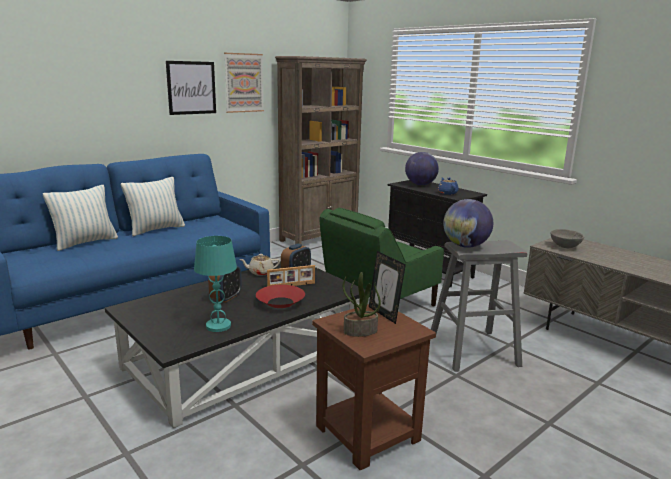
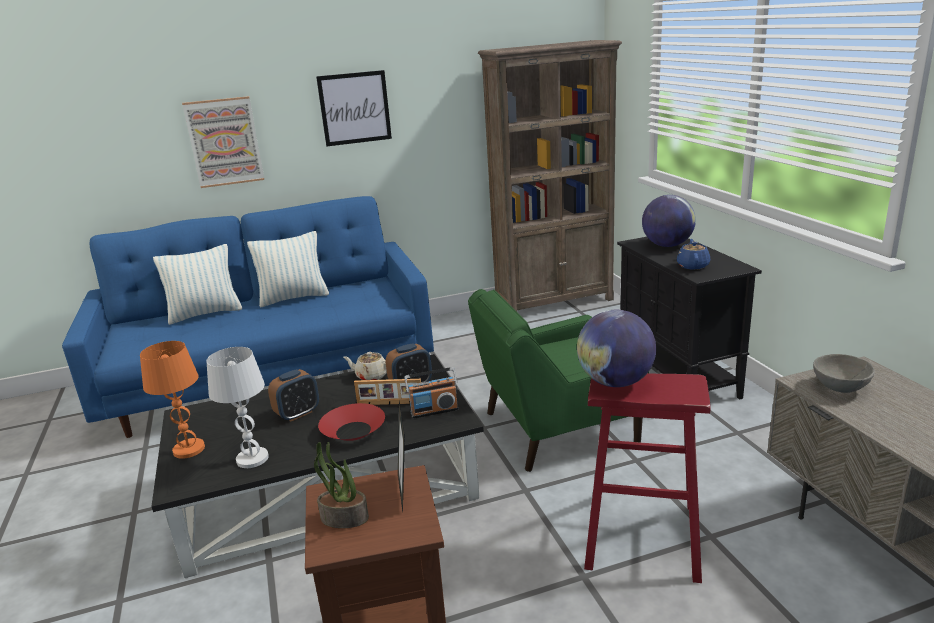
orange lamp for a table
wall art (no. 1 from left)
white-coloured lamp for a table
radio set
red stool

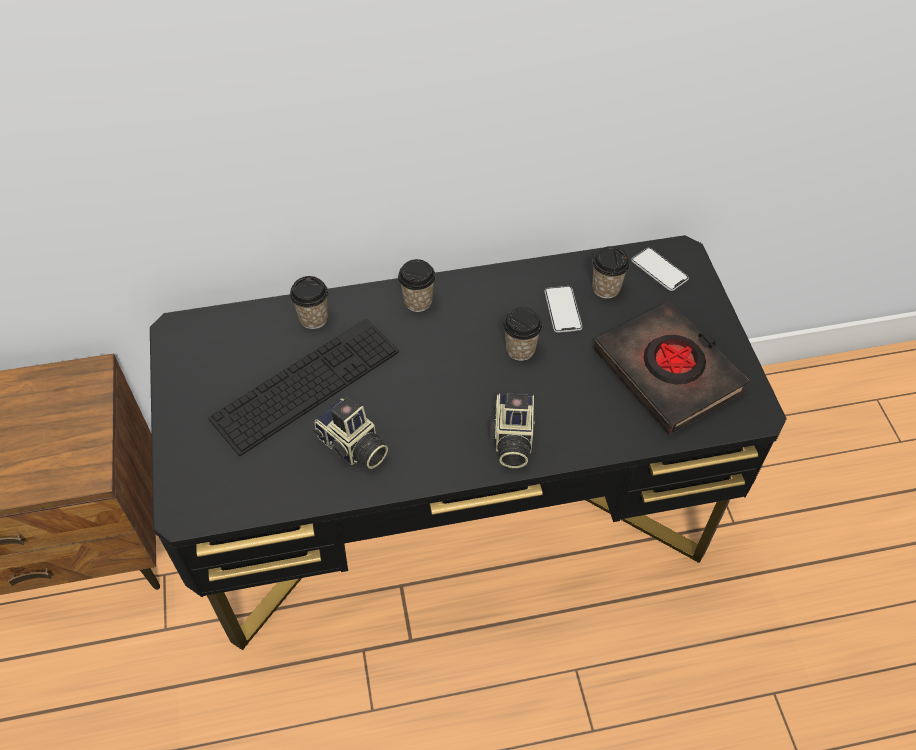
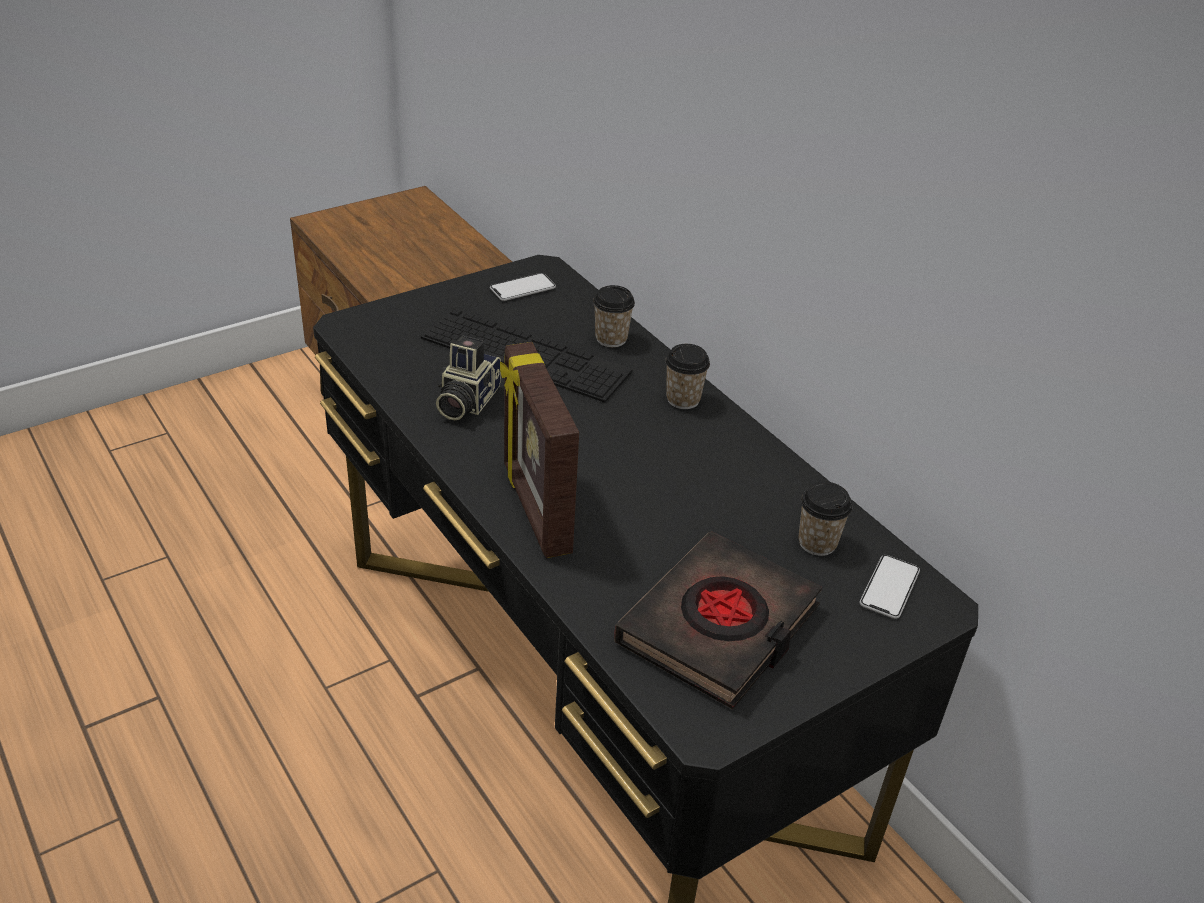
phone (no. 1 from left)
picture frame
small cup (no. 3 from left in the first image)

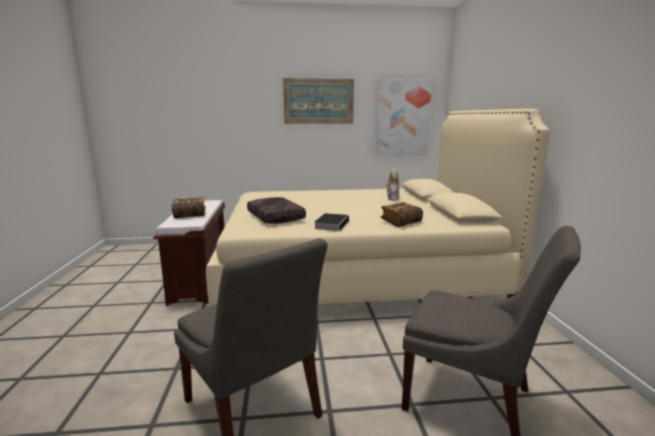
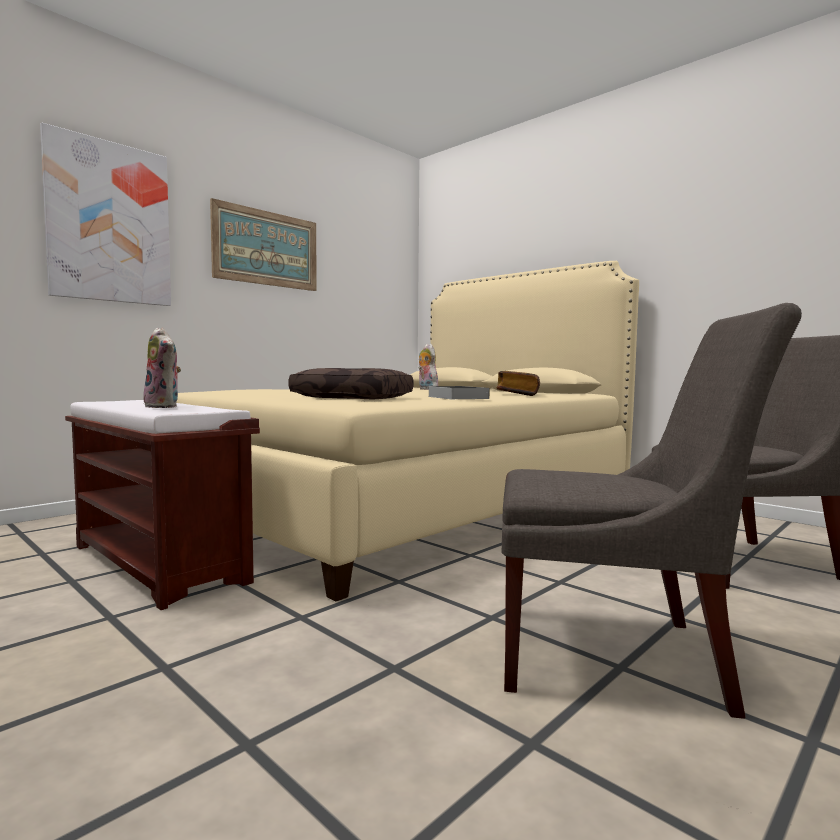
wall art (no. 1 from left)
soft toy (no. 1 from left)

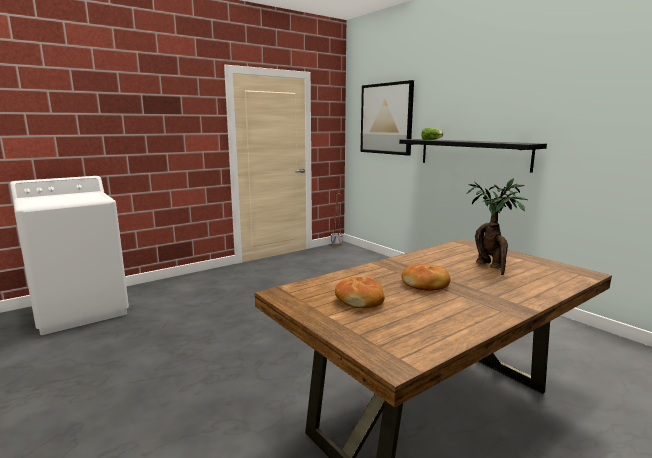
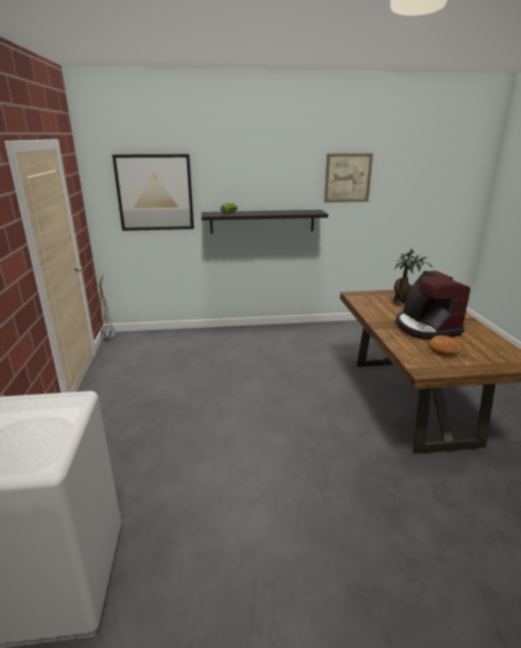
wall art (no. 2 from left)
coffee maker

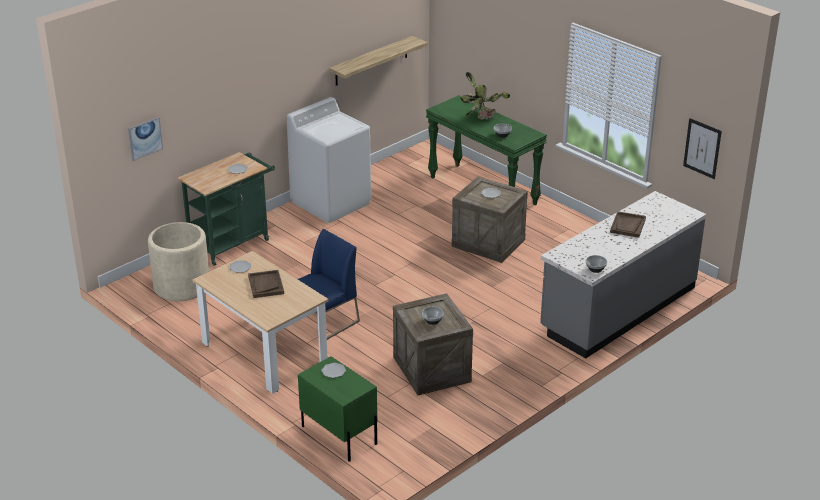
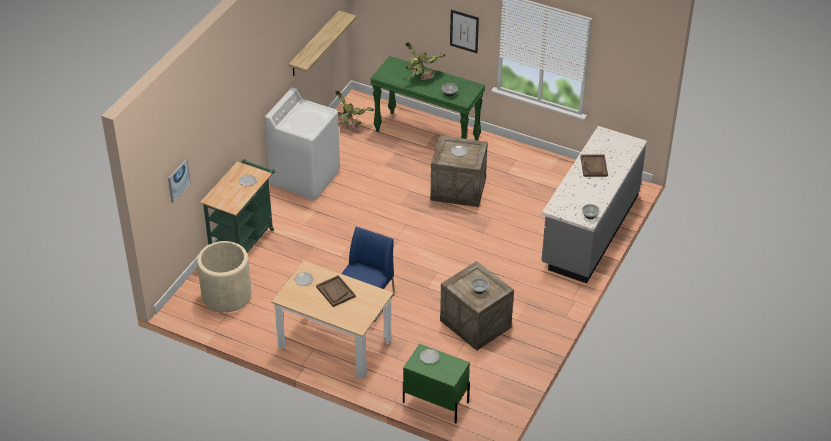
plant in a pot (no. 1 from left)
wall art (no. 2 from left)

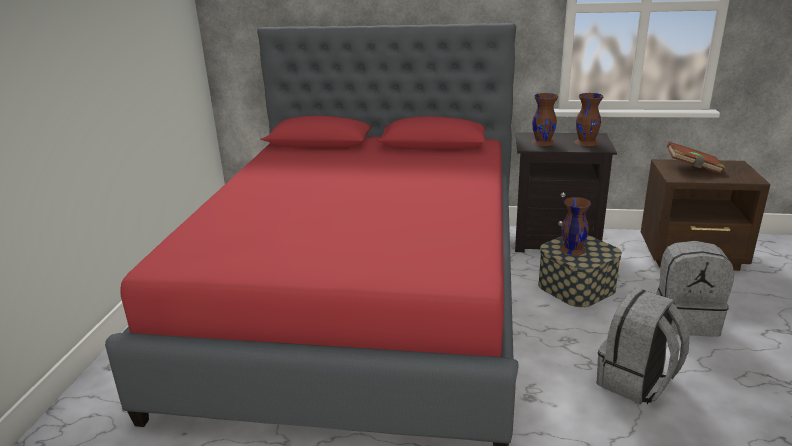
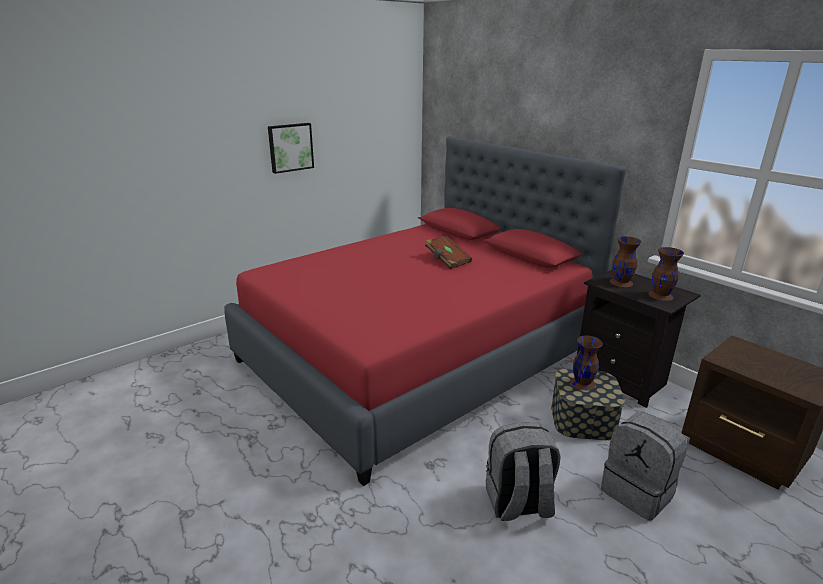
wall art
brown-coloured bound book

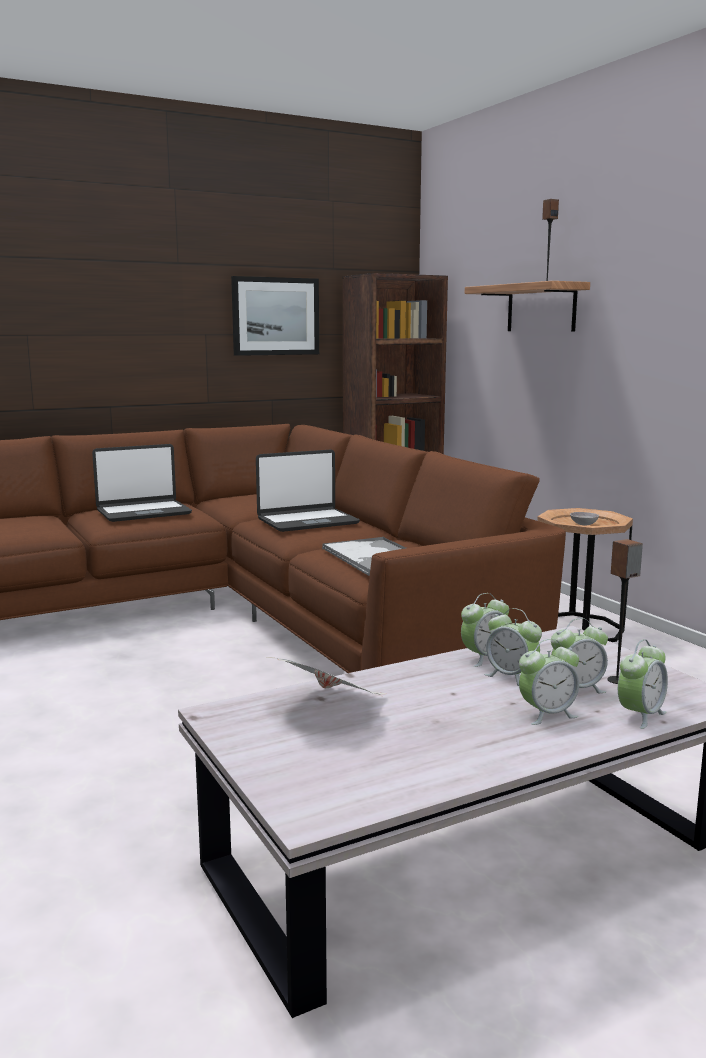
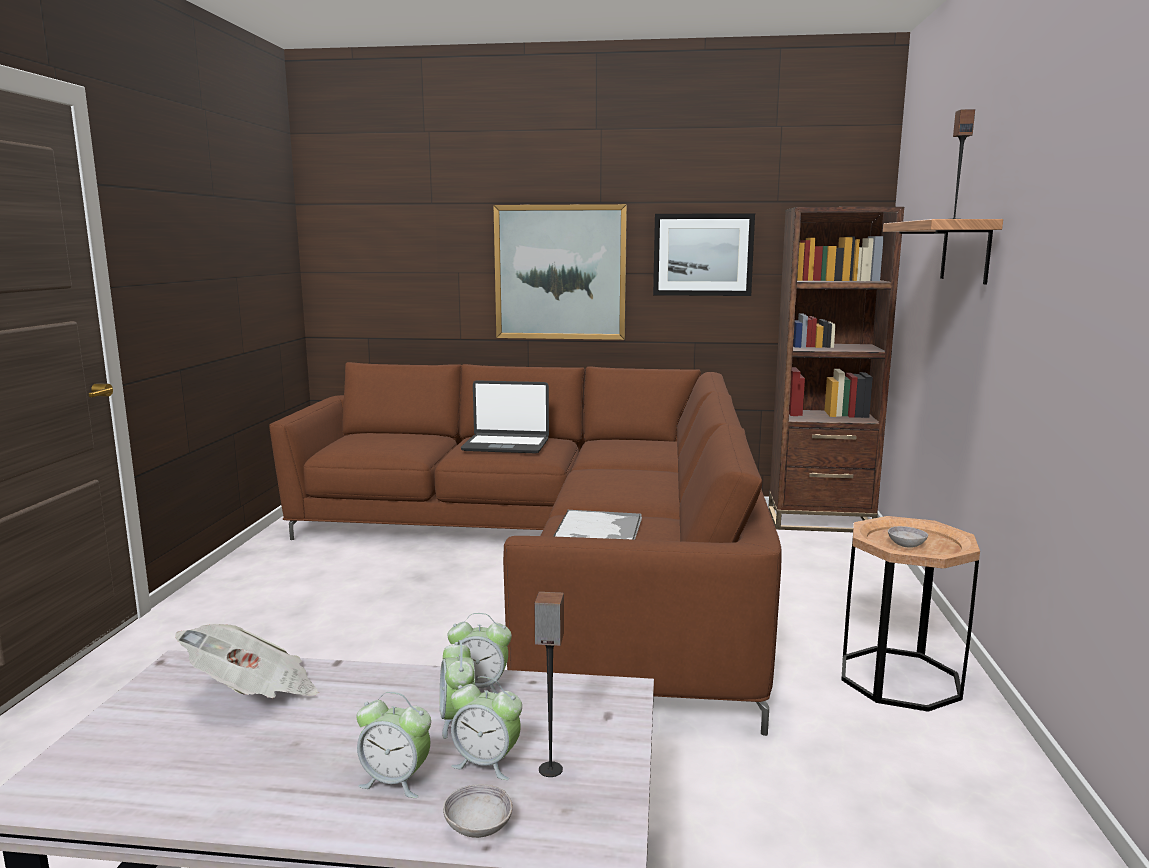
grey serving bowl (no. 1 from left)
wall art (no. 1 from left)
laptop (no. 2 from left in the first image)

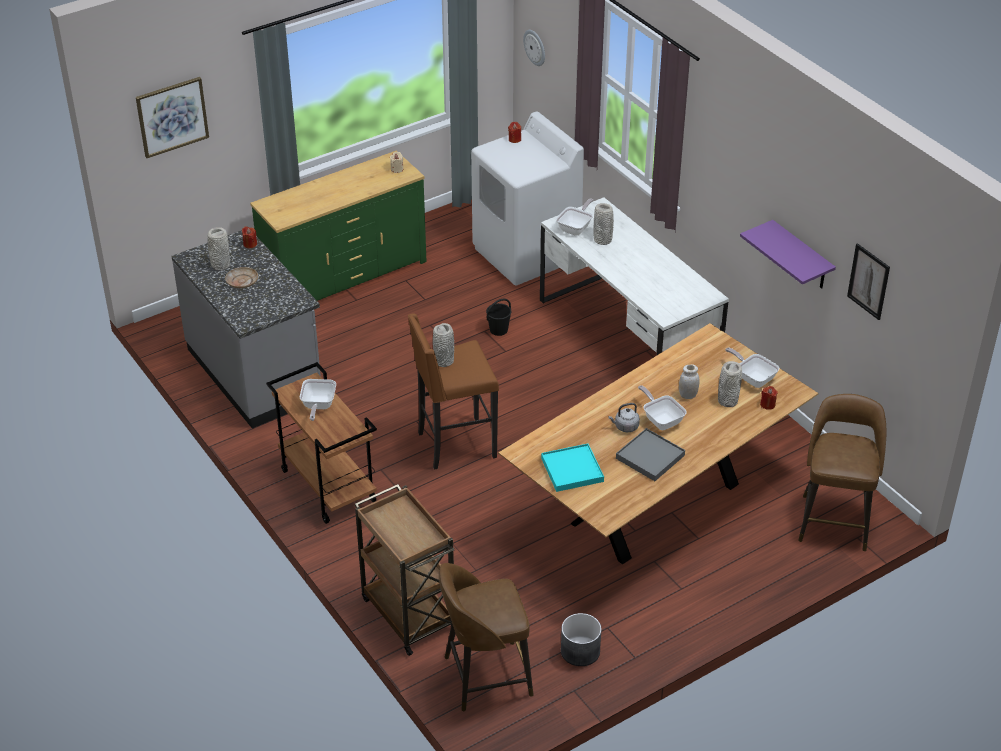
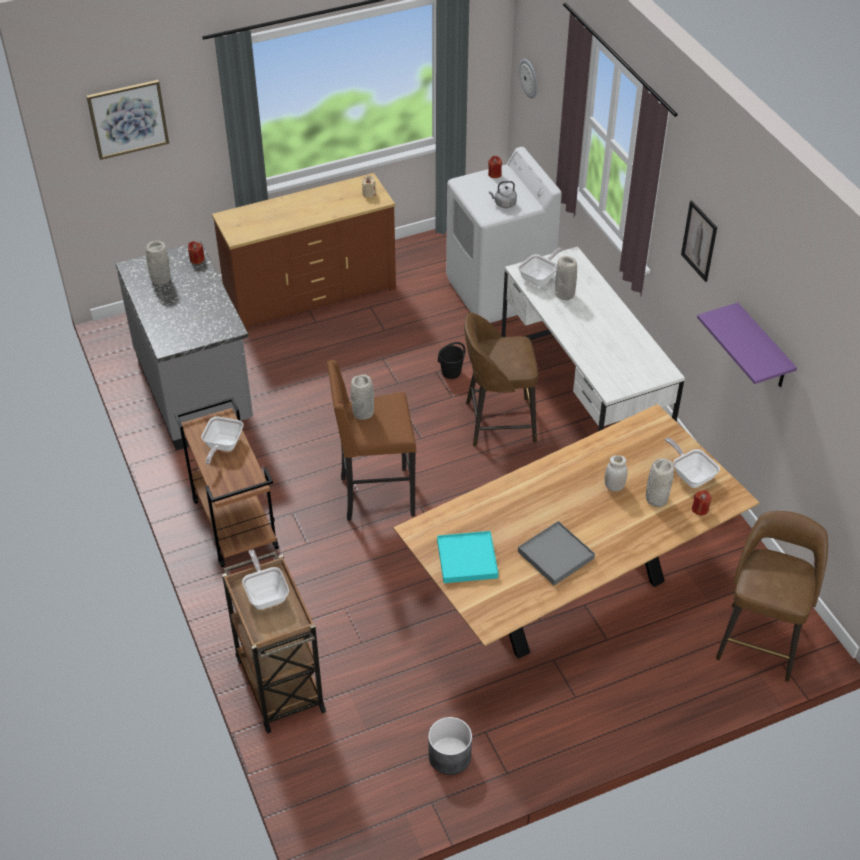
brown-coloured dresser
frying pan (no. 2 from left)
brown-coloured stool (no. 2 from left)
grey water kettle
wall art (no. 2 from left)
beige-coloured flat dish

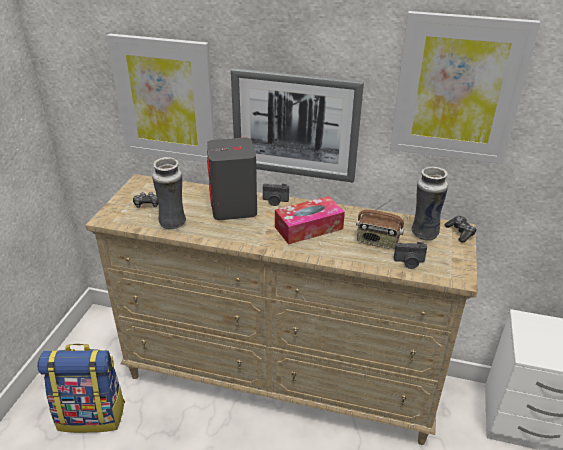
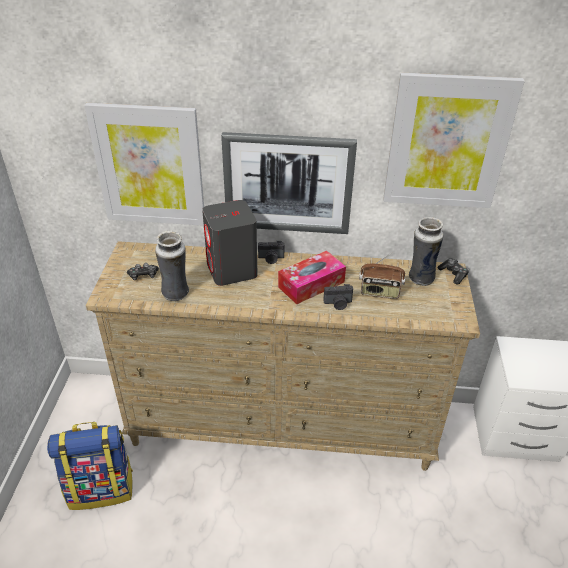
photo camera (no. 2 from left)

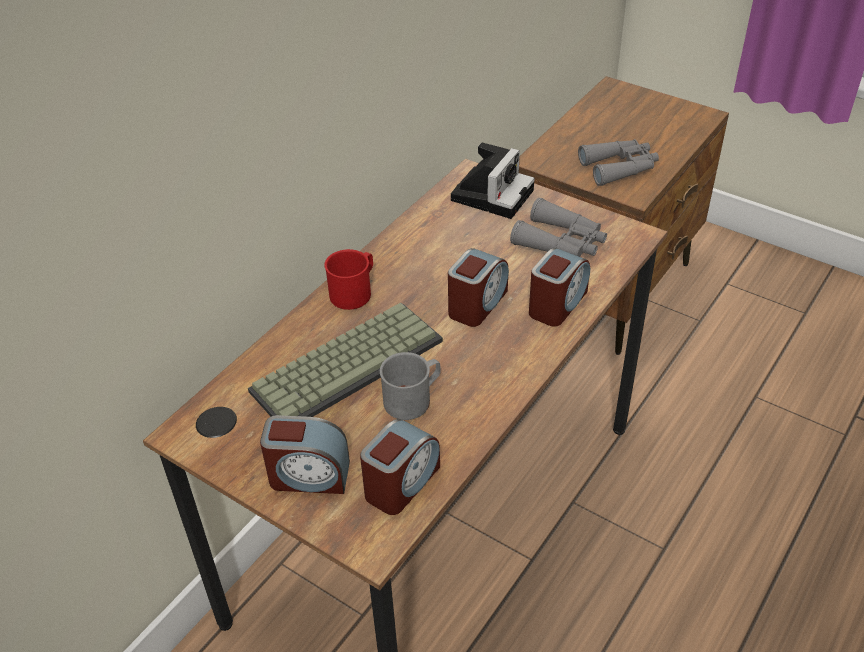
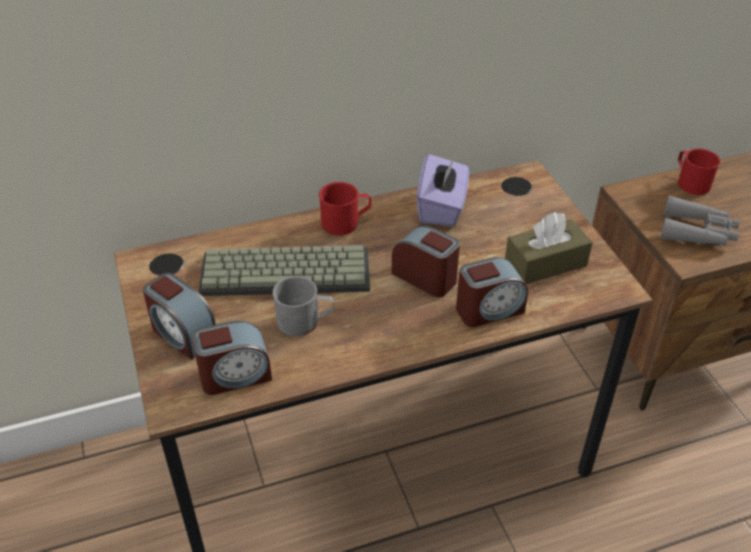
alarm clock (no. 3 from left)
purplish tissue holder
brown-coloured tissue holder
red tea mug (no. 2 from left)
photo camera

